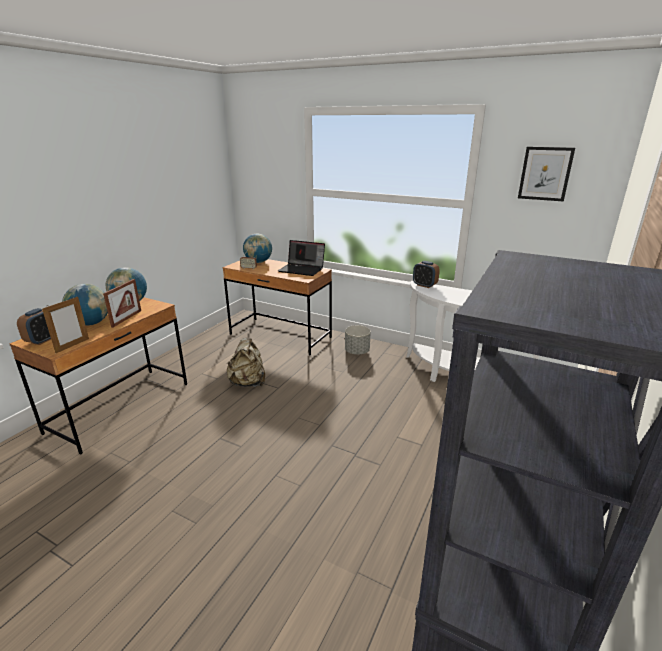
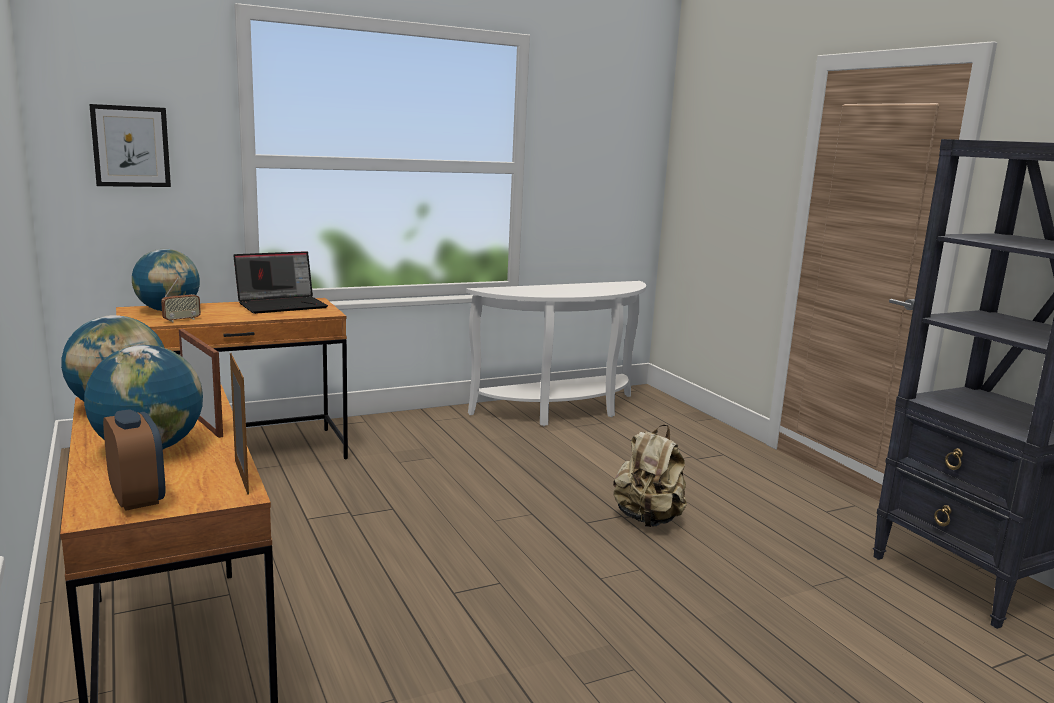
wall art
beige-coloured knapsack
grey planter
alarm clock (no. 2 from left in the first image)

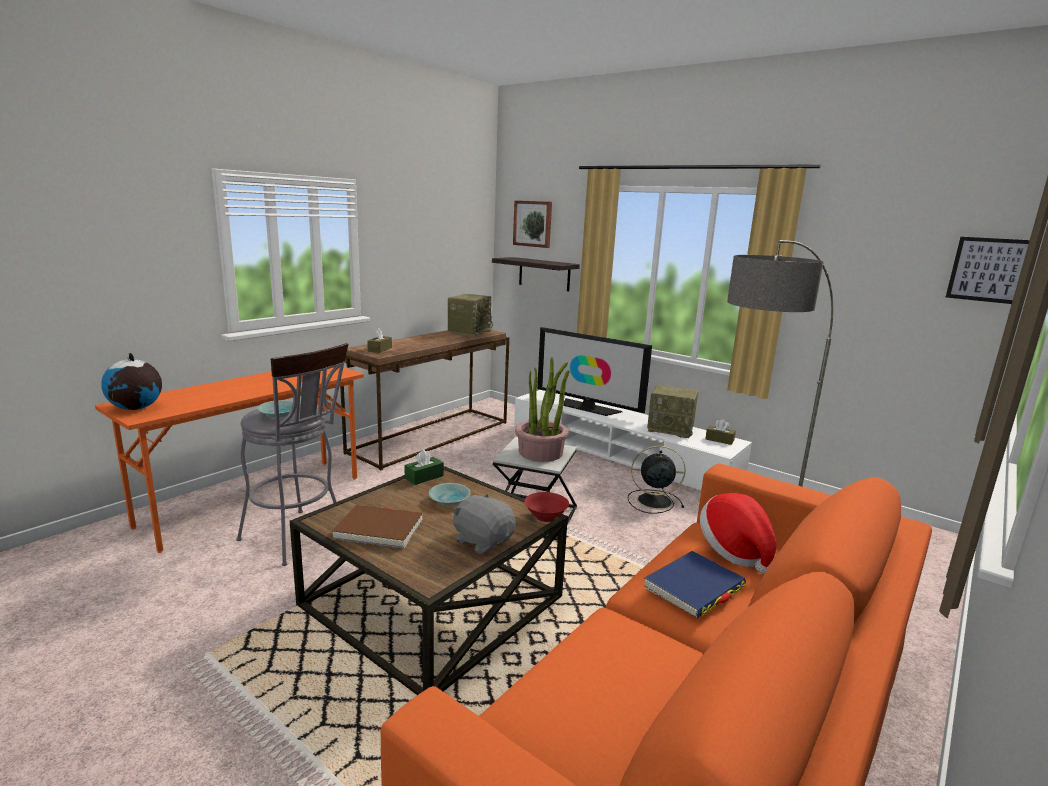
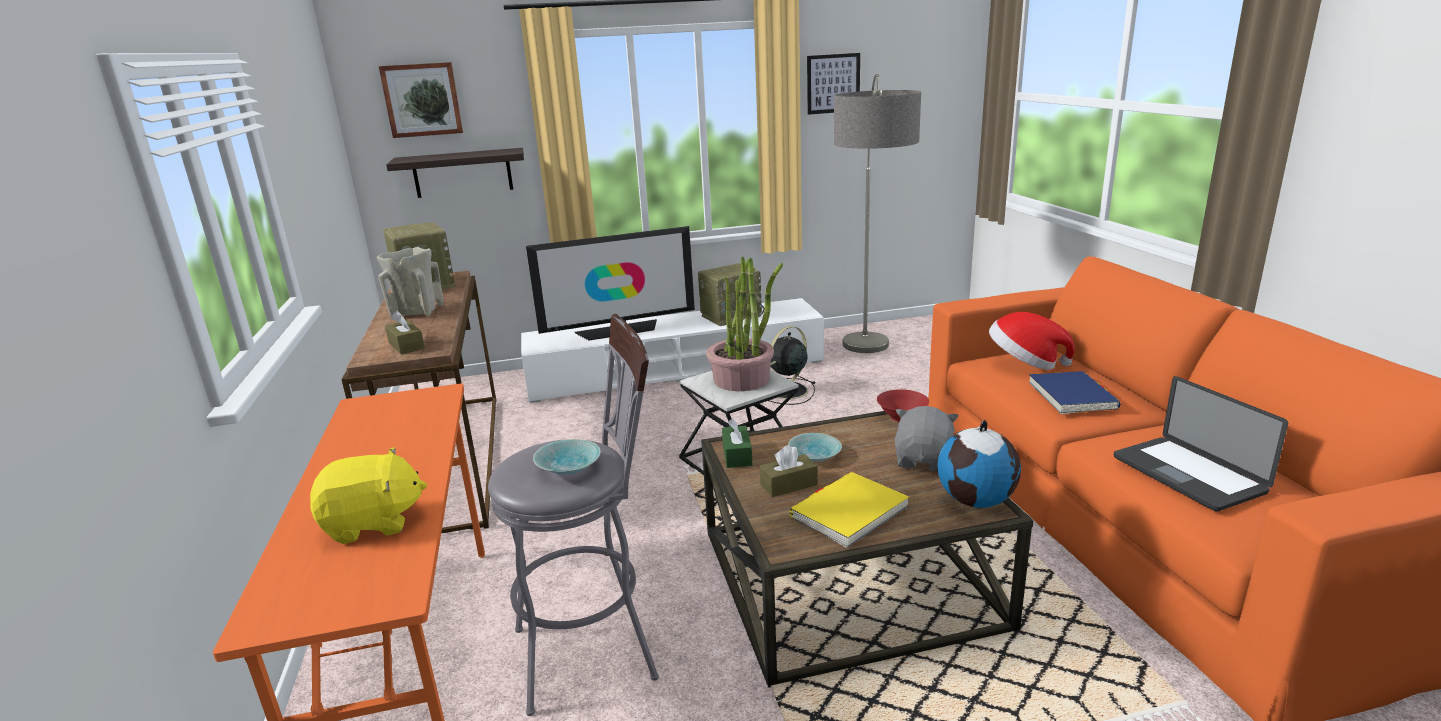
yellow soft toy
beige-coloured vase
brown-coloured tissue holder (no. 2 from left)
yellow bound book
wall art (no. 2 from left)
grey soft toy
globe
laptop

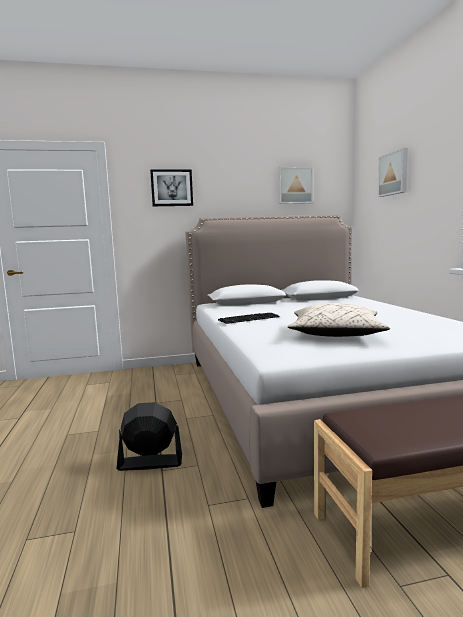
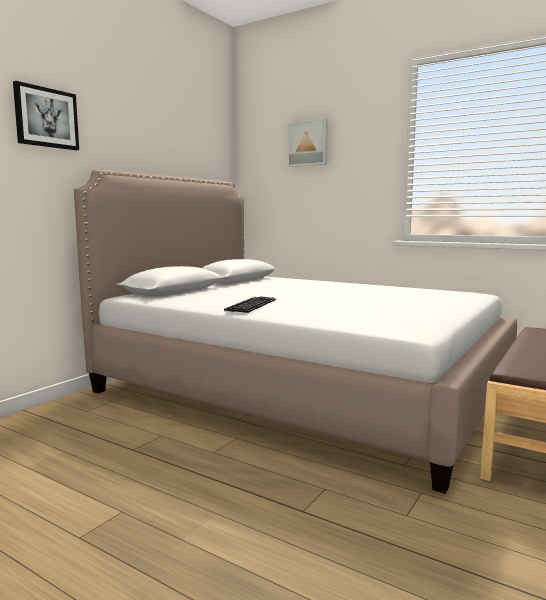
black electric fan
wall art (no. 2 from left in the first image)
beige-coloured pillow

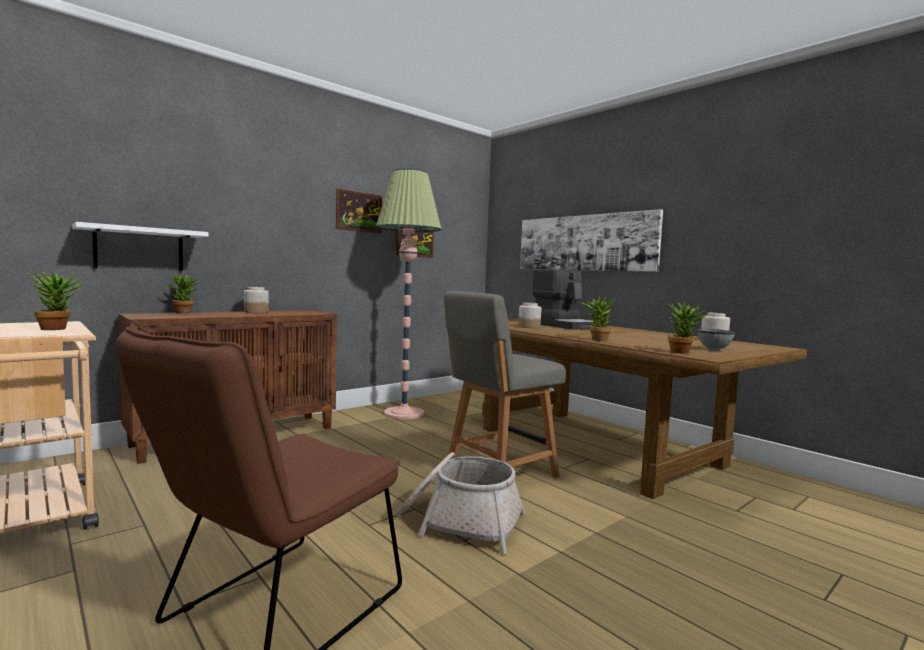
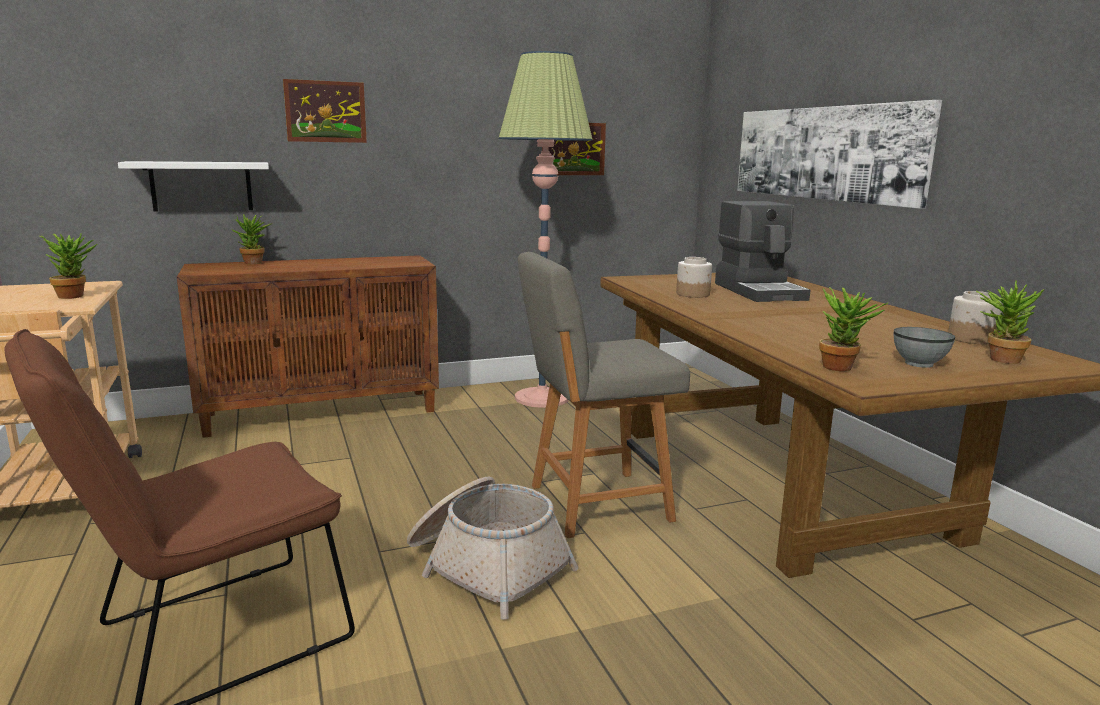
wall art (no. 1 from left)
plant in a pot (no. 4 from left)
storage jar (no. 1 from left in the first image)

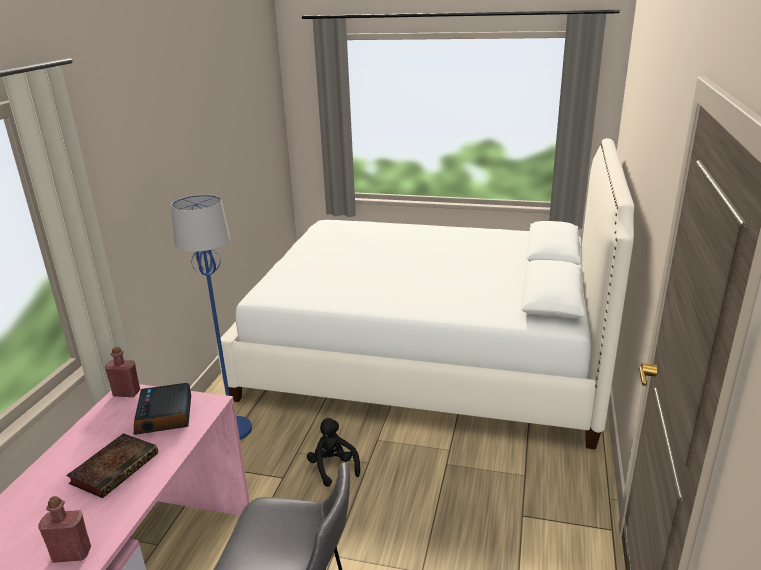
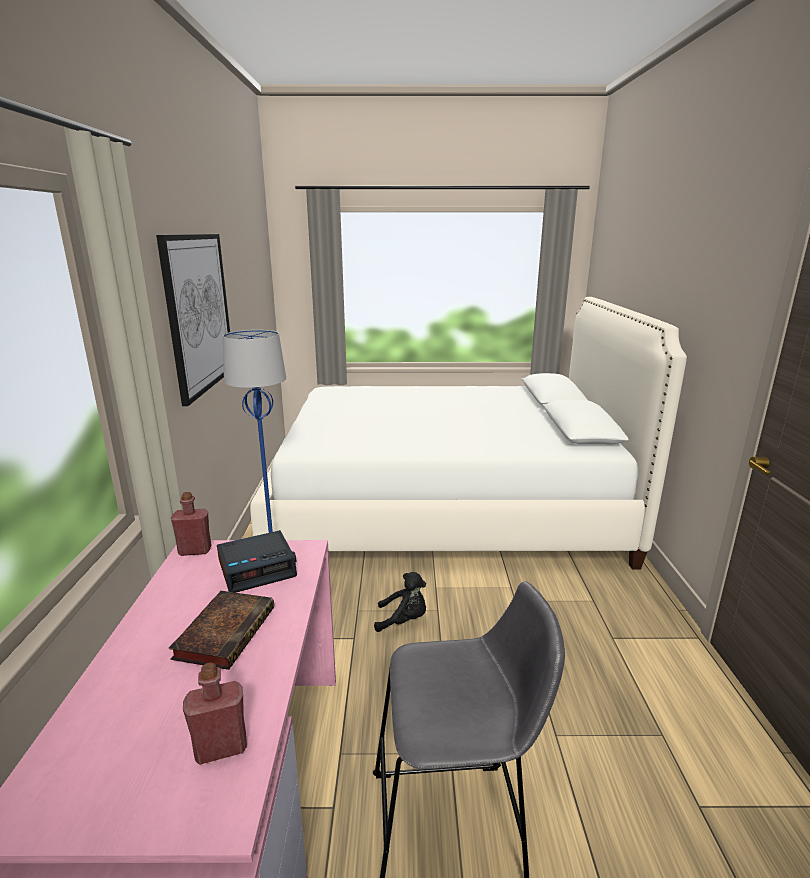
wall art
alarm clock
black soft toy

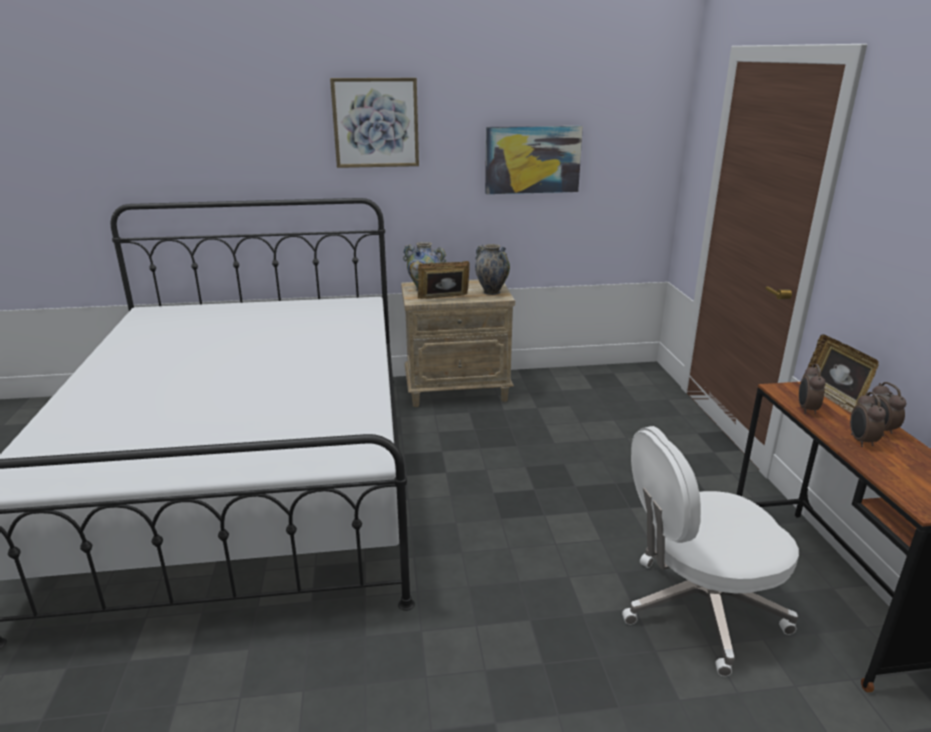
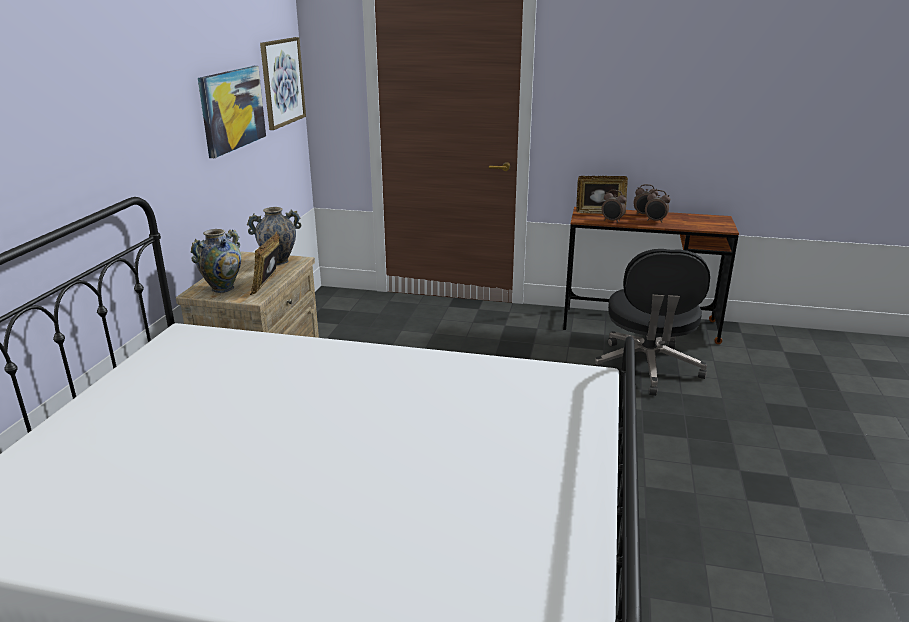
wall art (no. 2 from left)
black desk chair

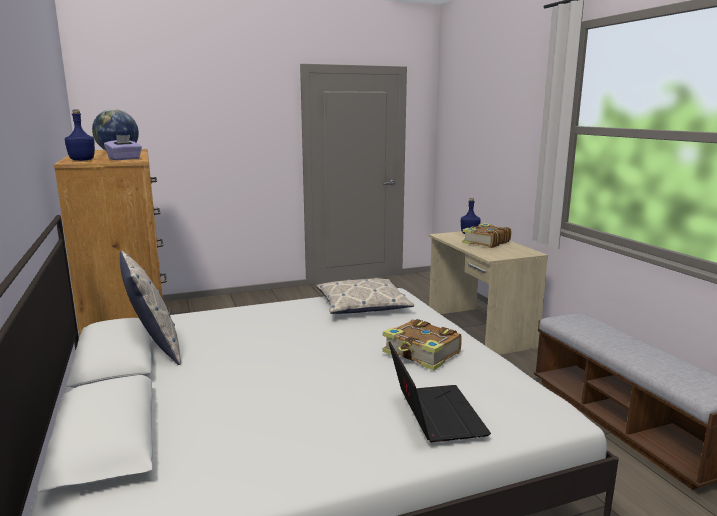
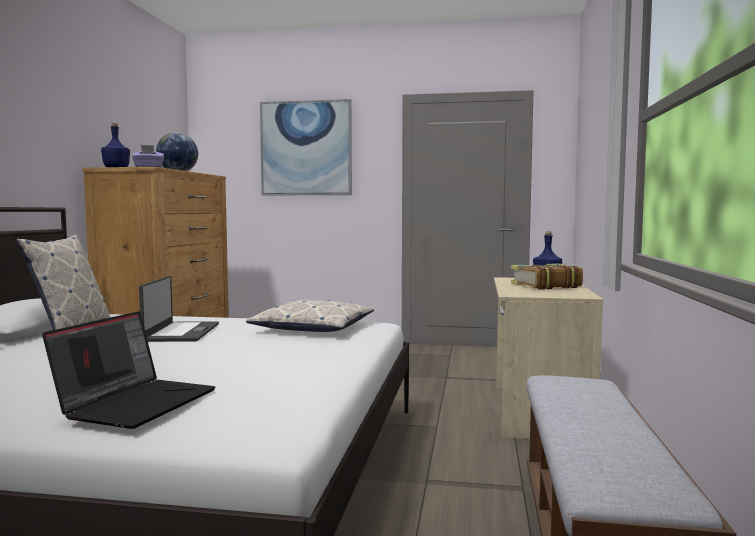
laptop (no. 2 from left)
wall art
bound book (no. 1 from left in the first image)

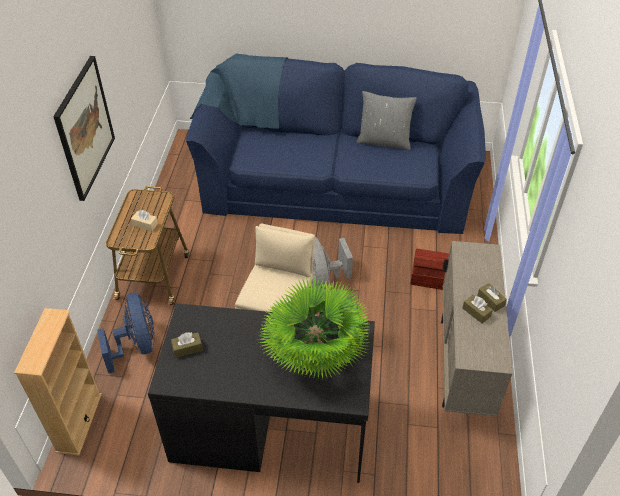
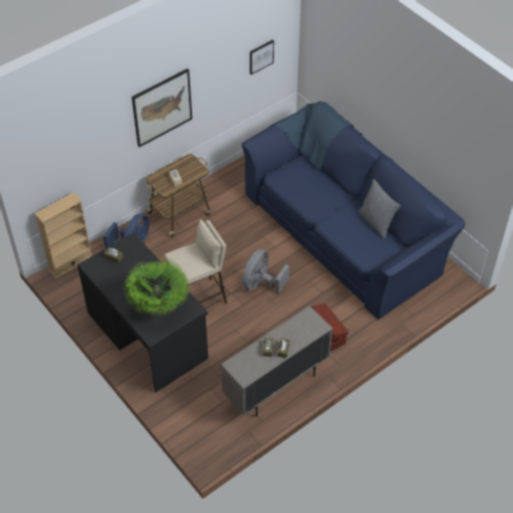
wall art (no. 2 from left)

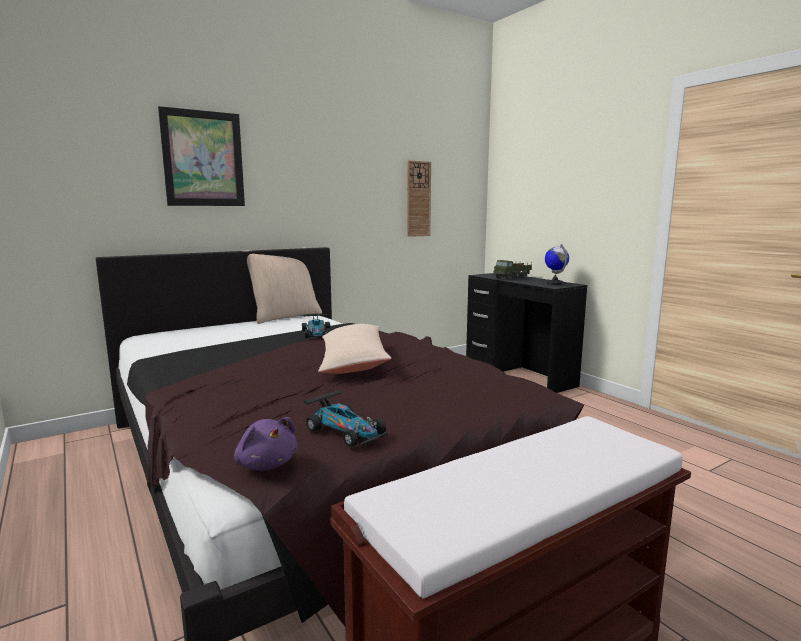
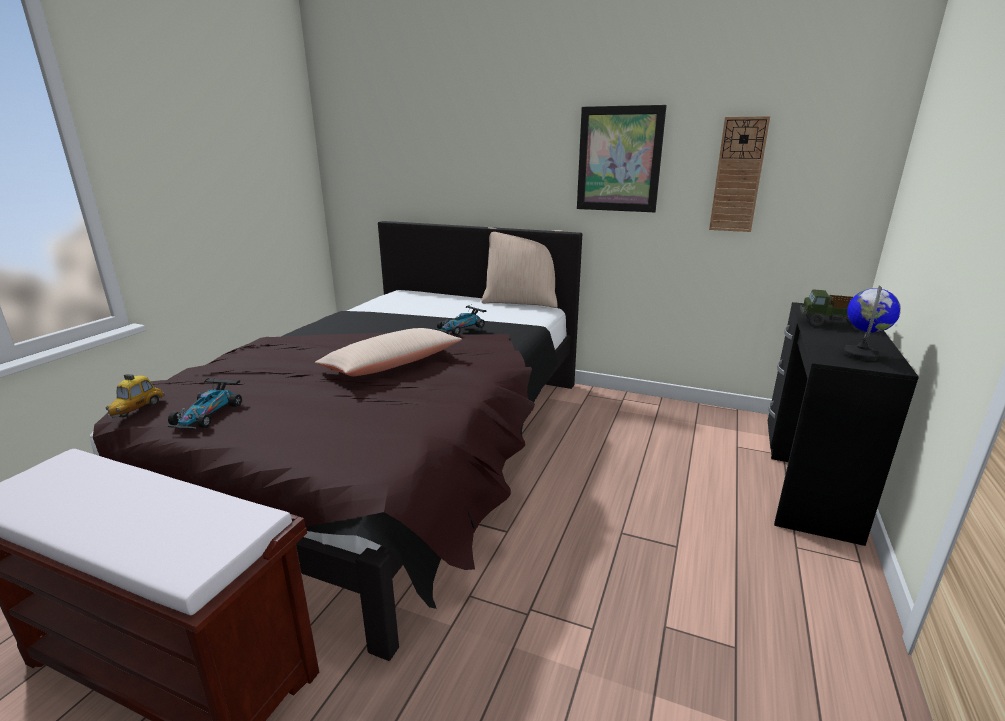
miniature car (no. 1 from left)
wall art

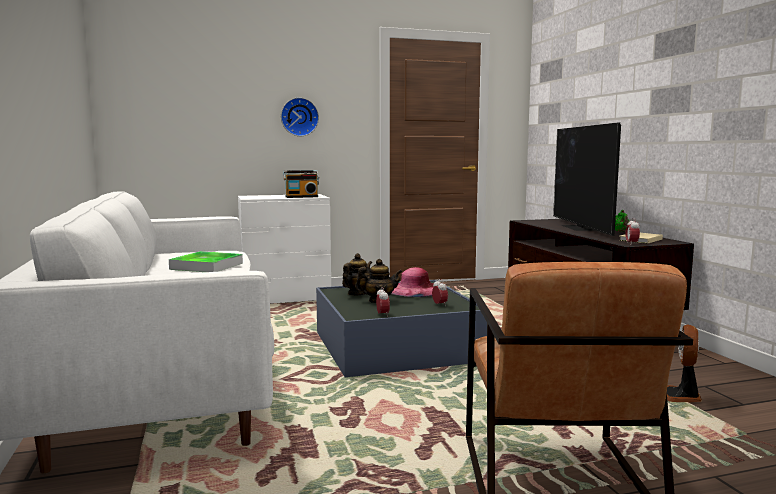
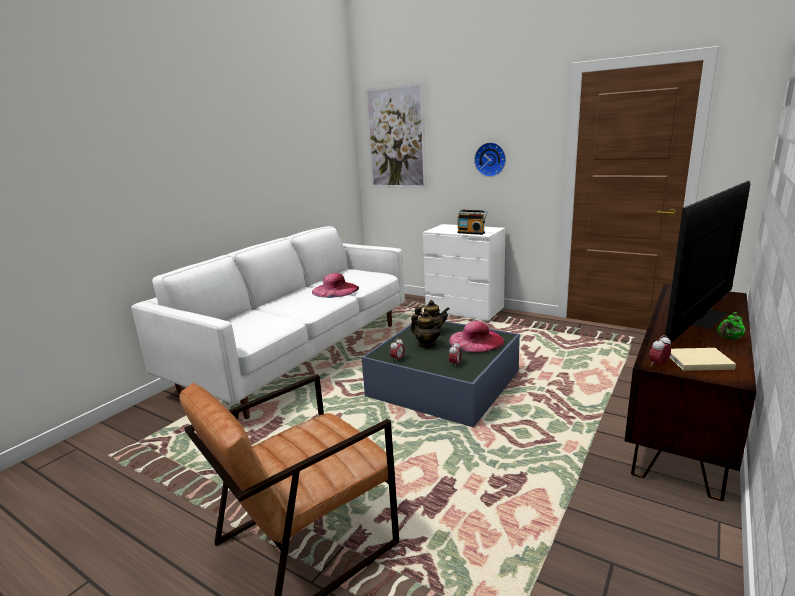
pink-coloured wearable hat (no. 1 from left)
wall art
electric fan

